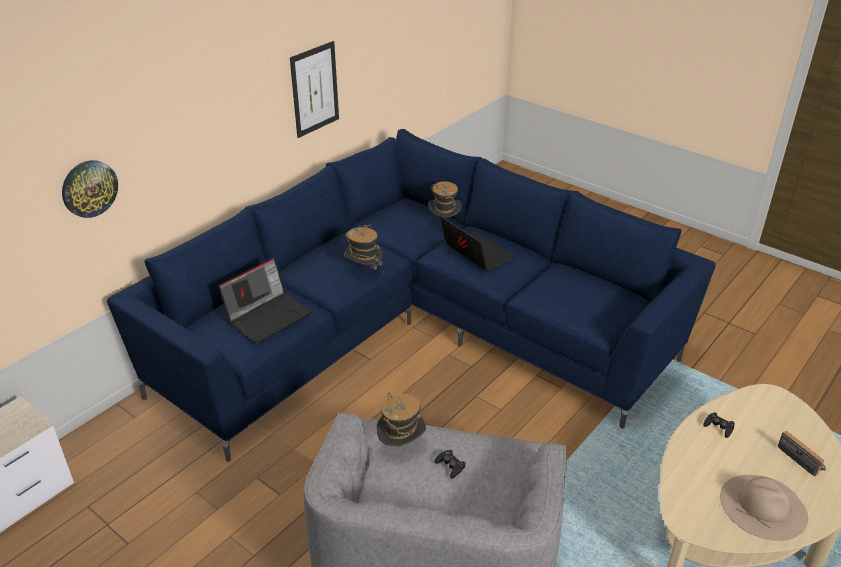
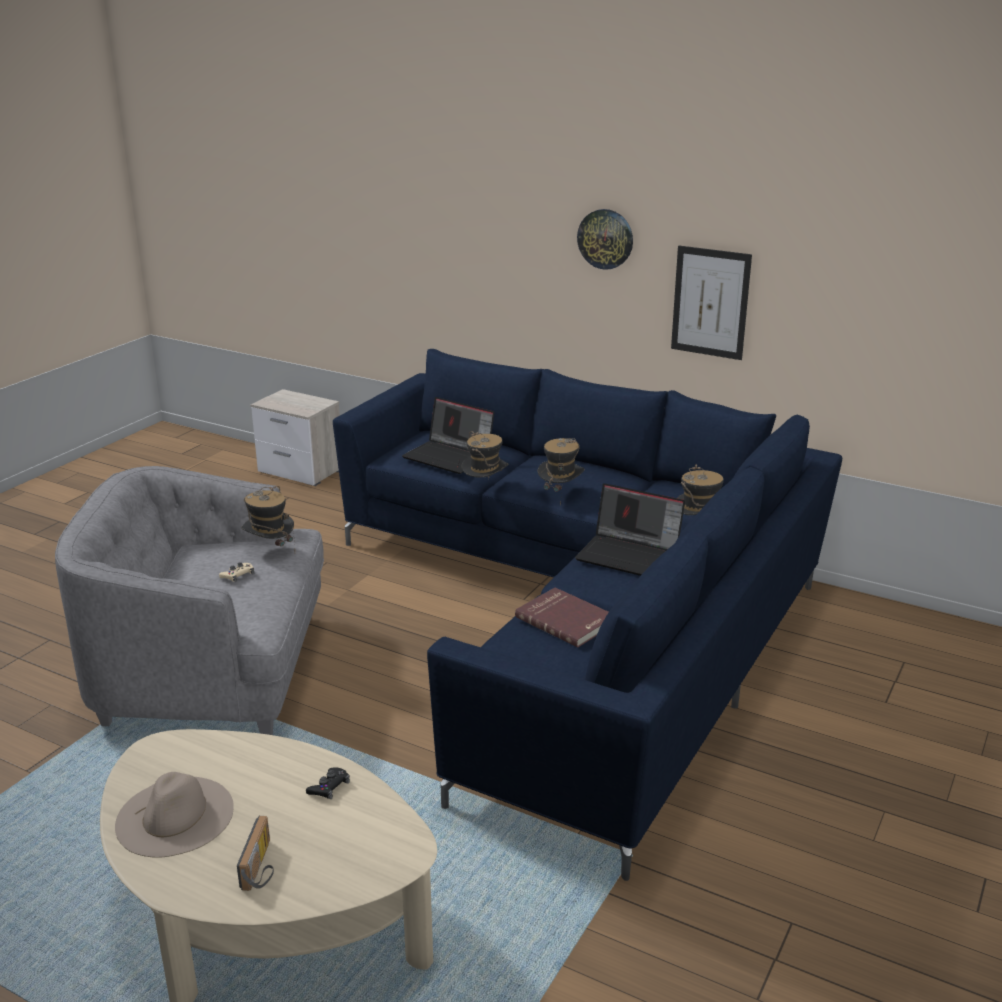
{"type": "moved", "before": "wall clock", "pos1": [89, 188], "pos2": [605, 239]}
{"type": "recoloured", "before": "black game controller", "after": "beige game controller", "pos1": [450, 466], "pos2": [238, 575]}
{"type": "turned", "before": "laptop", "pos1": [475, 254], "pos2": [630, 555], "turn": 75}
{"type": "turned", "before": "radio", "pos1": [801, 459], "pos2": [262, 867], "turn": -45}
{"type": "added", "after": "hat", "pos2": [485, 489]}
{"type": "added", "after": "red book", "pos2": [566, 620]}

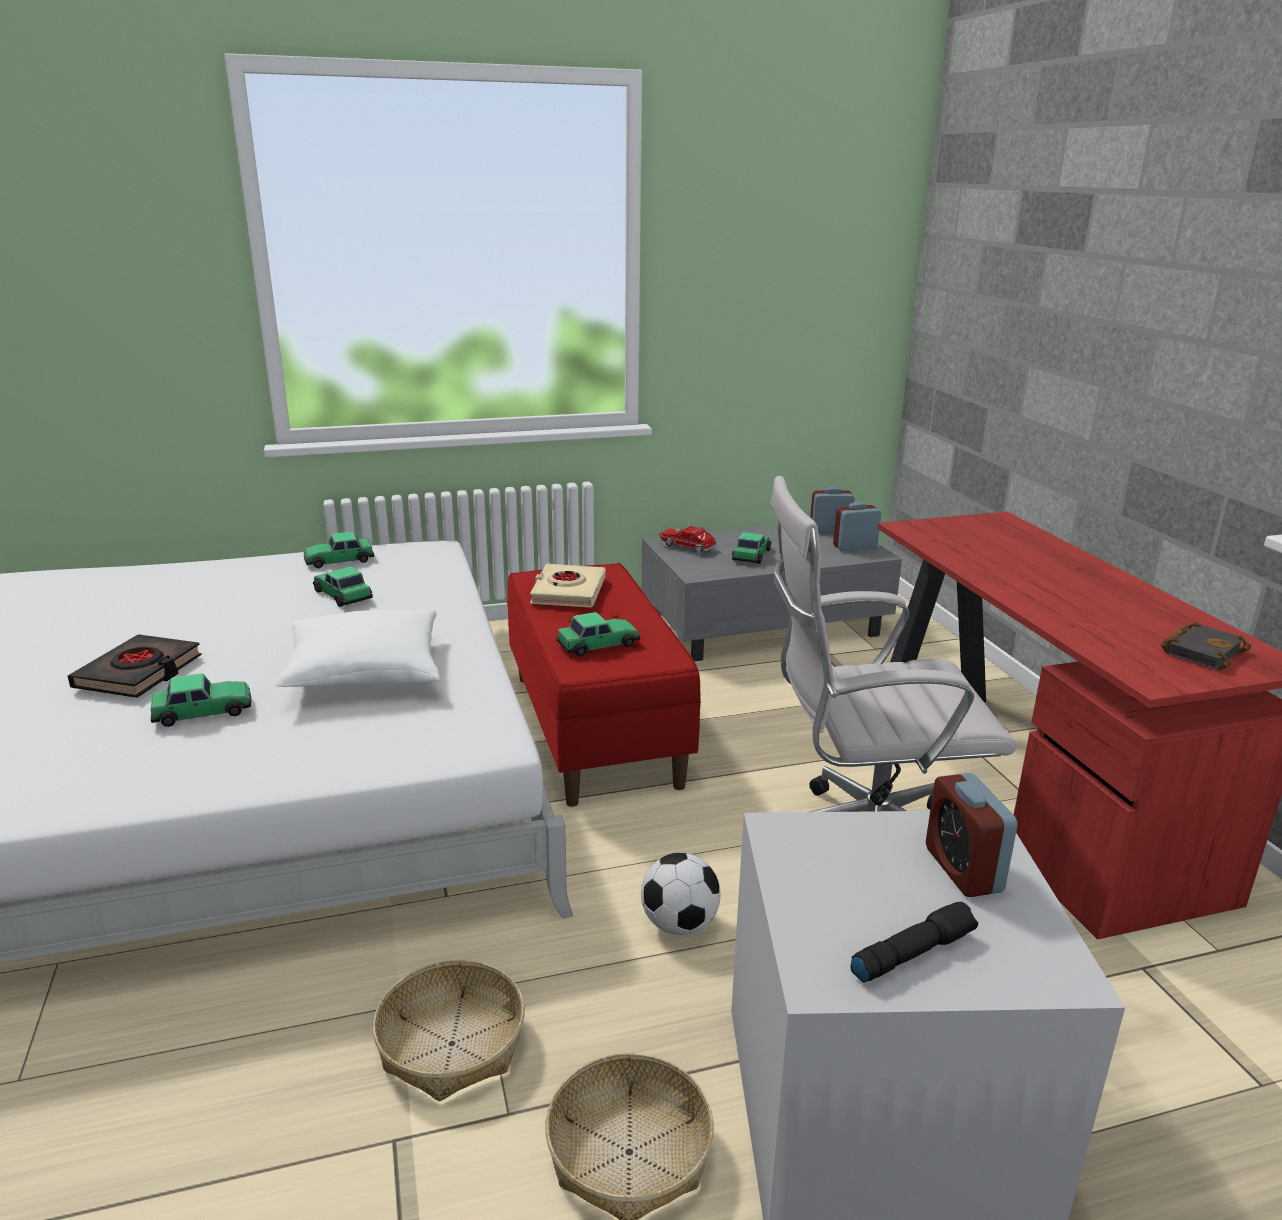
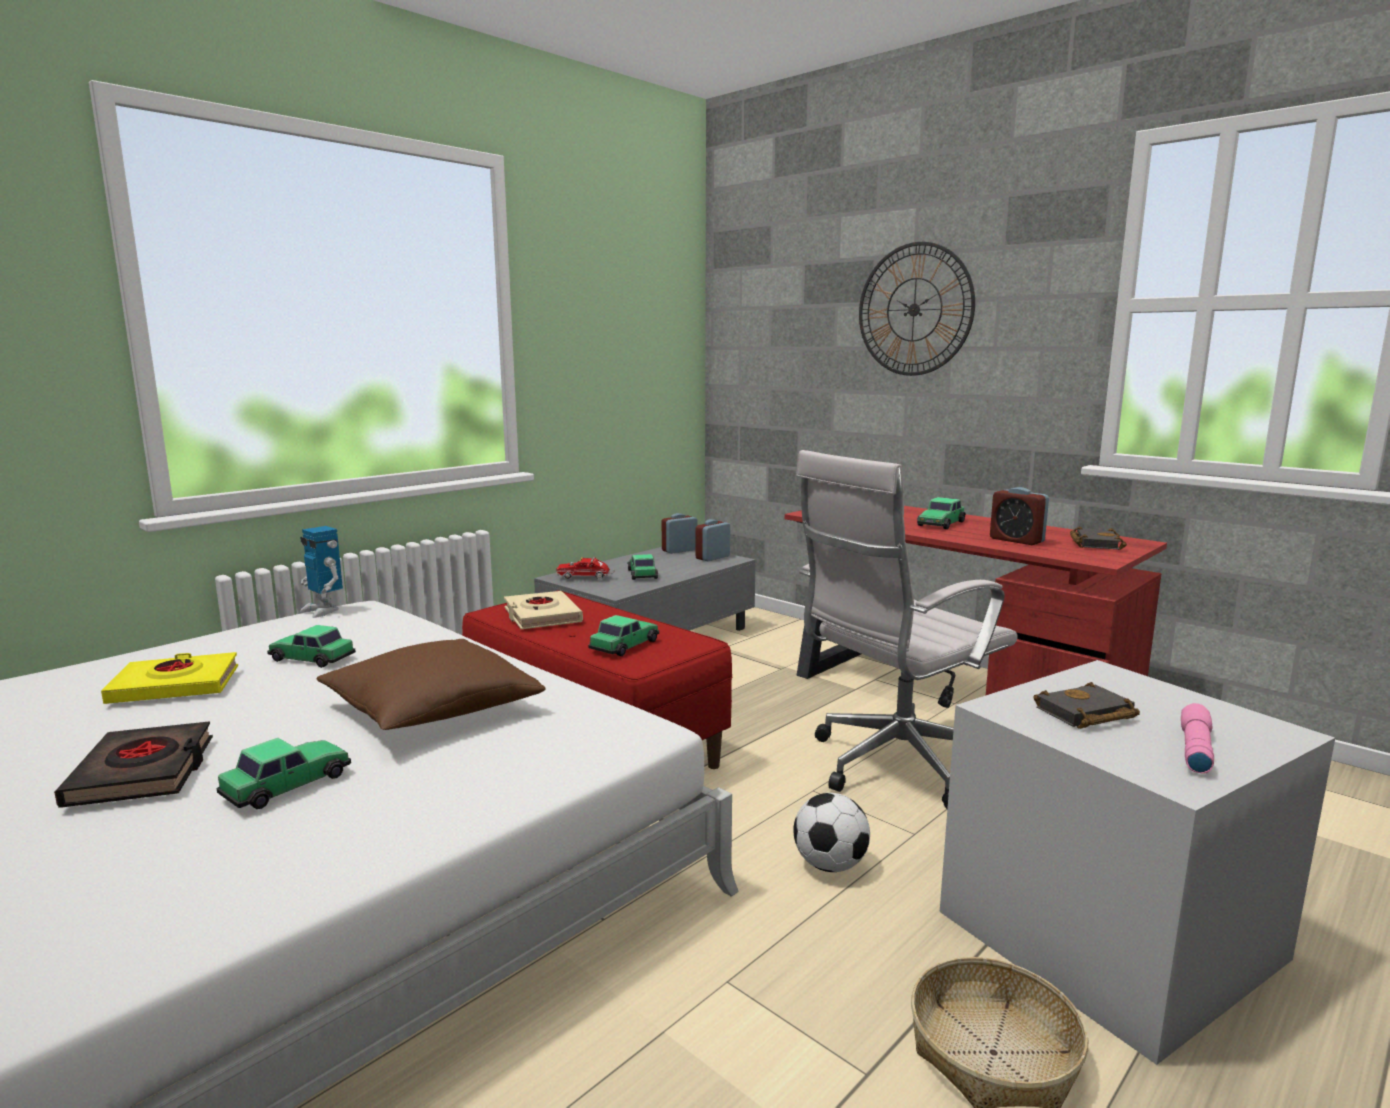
{"type": "recoloured", "before": "white pillow", "after": "brown pillow", "pos1": [364, 672], "pos2": [431, 710]}
{"type": "moved", "before": "toy car", "pos1": [339, 560], "pos2": [941, 524]}
{"type": "removed", "before": "basket", "pos1": [451, 1044]}
{"type": "recoloured", "before": "black flashlight", "after": "pink flashlight", "pos1": [912, 952], "pos2": [1194, 749]}
{"type": "moved", "before": "alarm clock", "pos1": [963, 869], "pos2": [1016, 540]}
{"type": "added", "after": "yellow book", "pos2": [175, 686]}
{"type": "added", "after": "toy robot", "pos2": [323, 610]}
{"type": "added", "after": "wall clock", "pos2": [914, 309]}
{"type": "added", "after": "black book", "pos2": [1085, 714]}

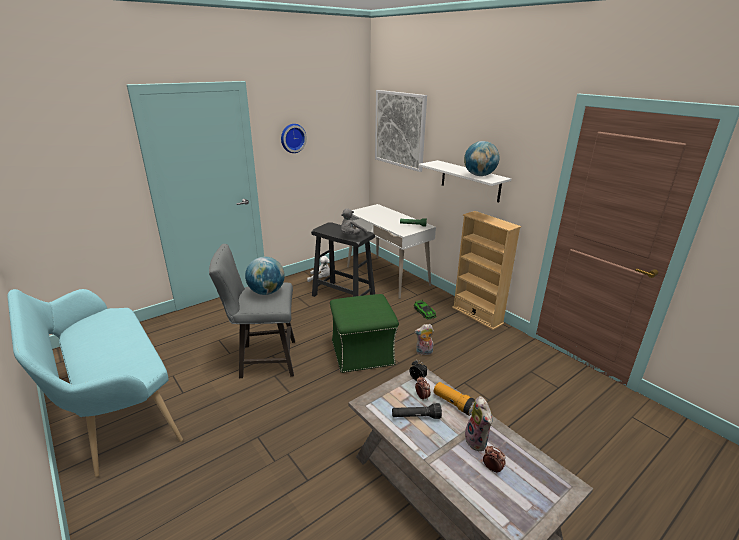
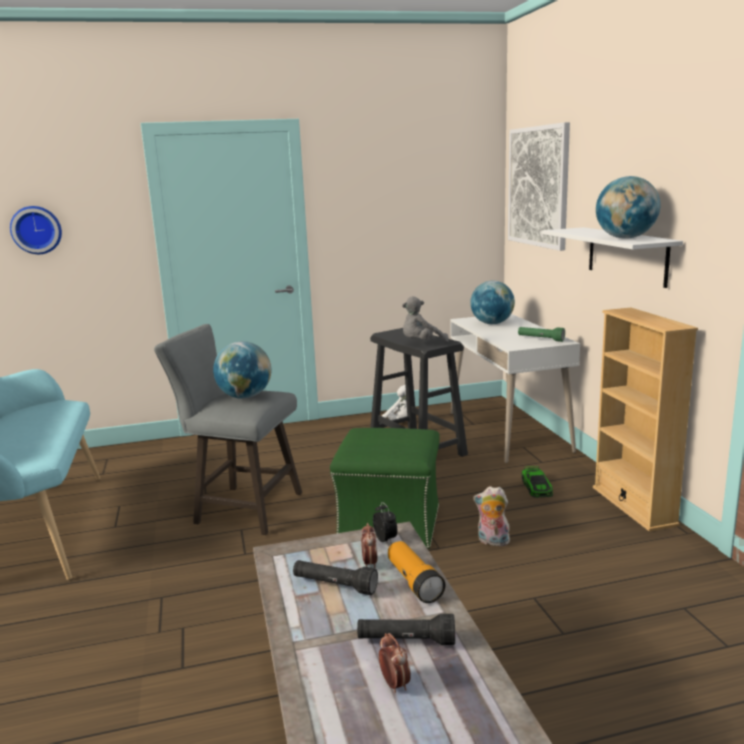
{"type": "moved", "before": "wall clock", "pos1": [292, 138], "pos2": [37, 230]}
{"type": "replaced", "before": "plush toy", "after": "black flashlight", "pos1": [478, 441], "pos2": [406, 641]}
{"type": "added", "after": "globe", "pos2": [492, 323]}

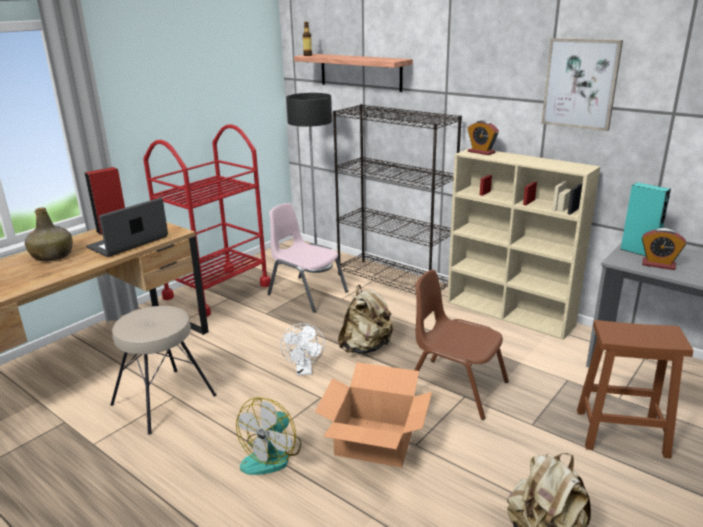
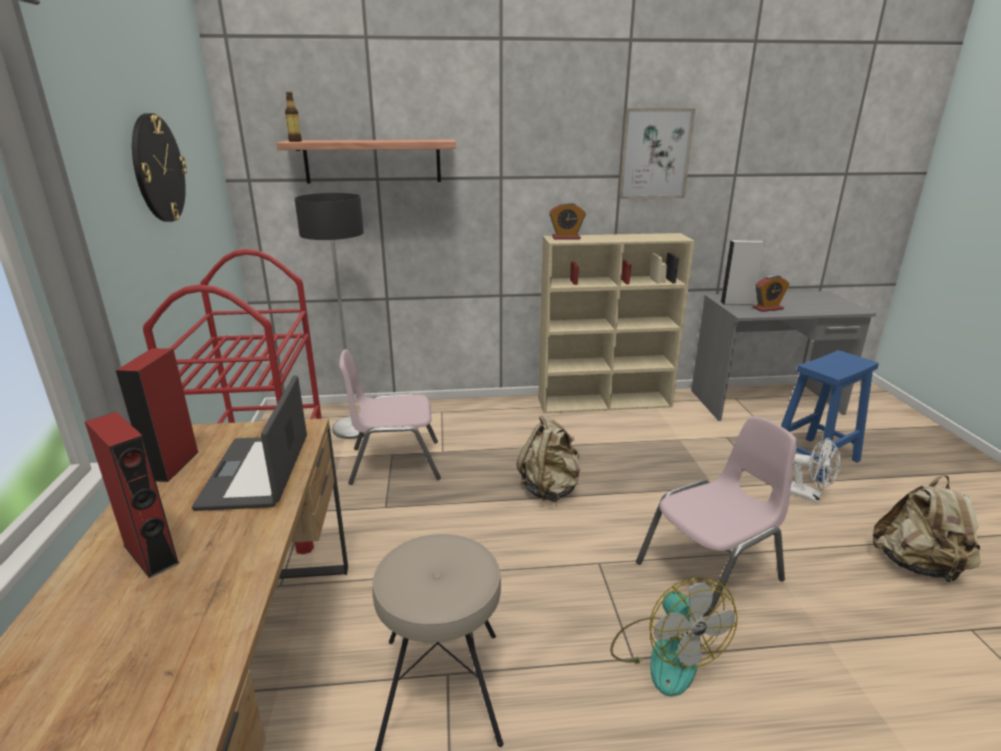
{"type": "replaced", "before": "green bottle", "after": "red speaker", "pos1": [53, 256], "pos2": [151, 554]}
{"type": "moved", "before": "white fan", "pos1": [304, 370], "pos2": [809, 495]}
{"type": "replaced", "before": "cardboard box", "after": "pink chair", "pos1": [375, 441], "pos2": [711, 572]}
{"type": "removed", "before": "black bookcase", "pos1": [394, 281]}
{"type": "removed", "before": "brown chair", "pos1": [455, 387]}
{"type": "recoloured", "before": "brown stool", "after": "blue stool", "pos1": [619, 433], "pos2": [814, 459]}
{"type": "recoloured", "before": "turquoise speaker", "after": "grey speaker", "pos1": [638, 251], "pos2": [737, 303]}
{"type": "added", "after": "wall clock", "pos2": [158, 169]}

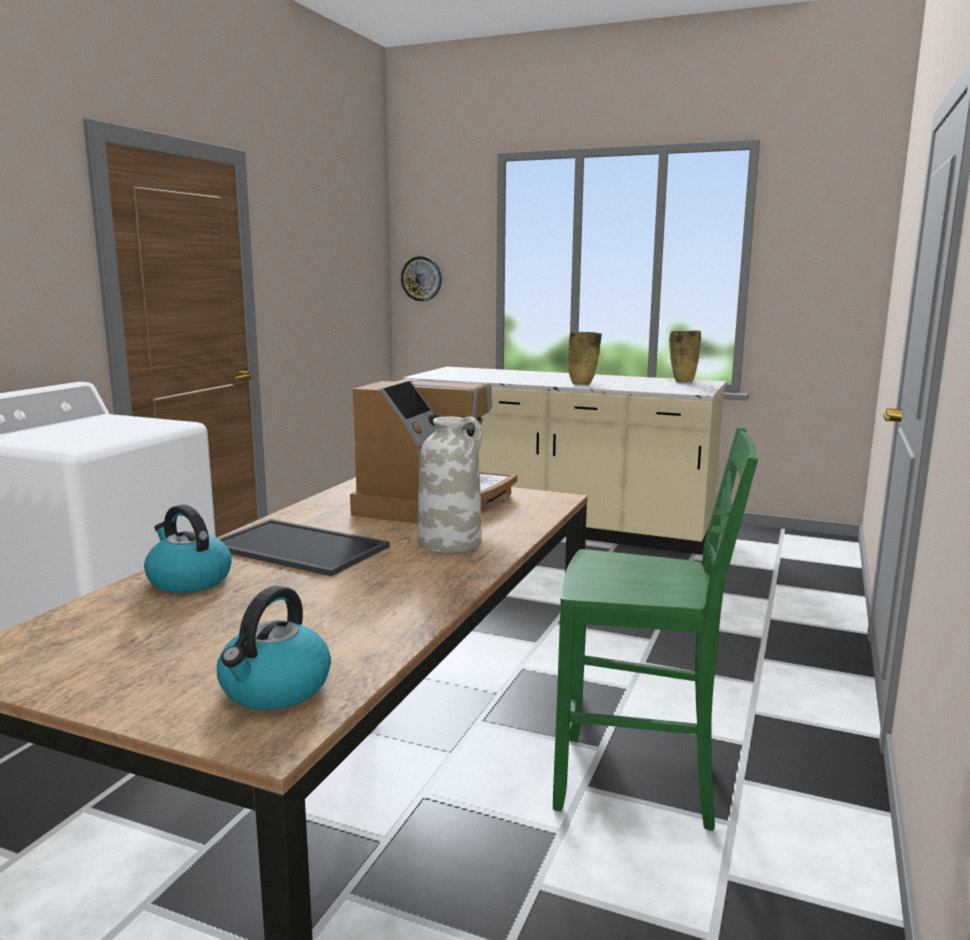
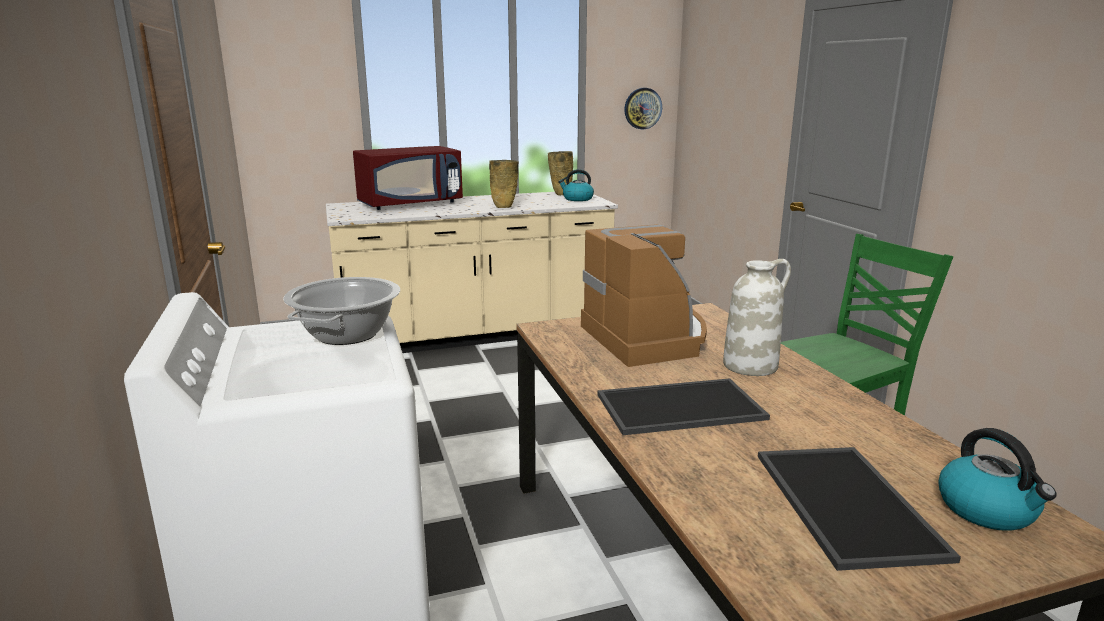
{"type": "moved", "before": "kettle", "pos1": [188, 580], "pos2": [577, 199]}
{"type": "moved", "before": "wall clock", "pos1": [421, 278], "pos2": [642, 108]}
{"type": "added", "after": "cooking pot", "pos2": [347, 334]}
{"type": "added", "after": "red microwave", "pos2": [411, 204]}
{"type": "added", "after": "tray", "pos2": [842, 502]}

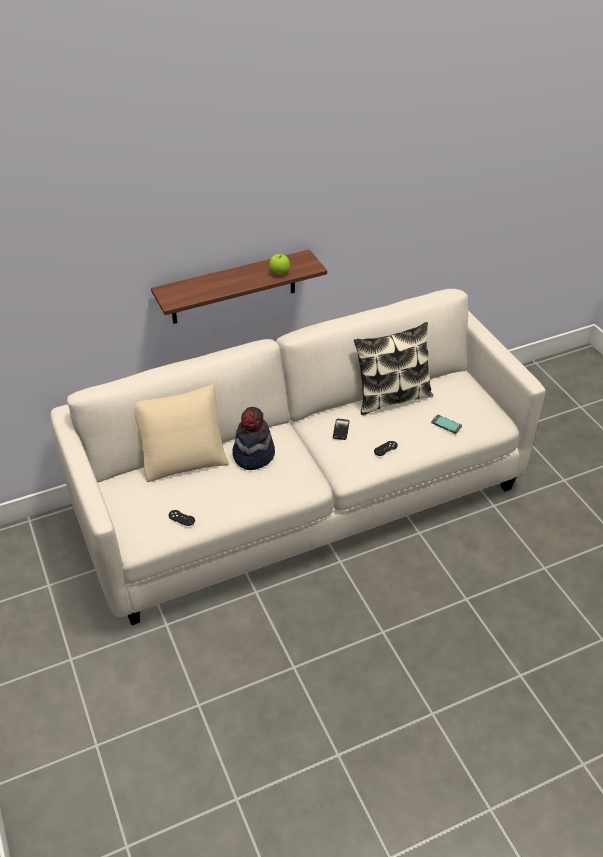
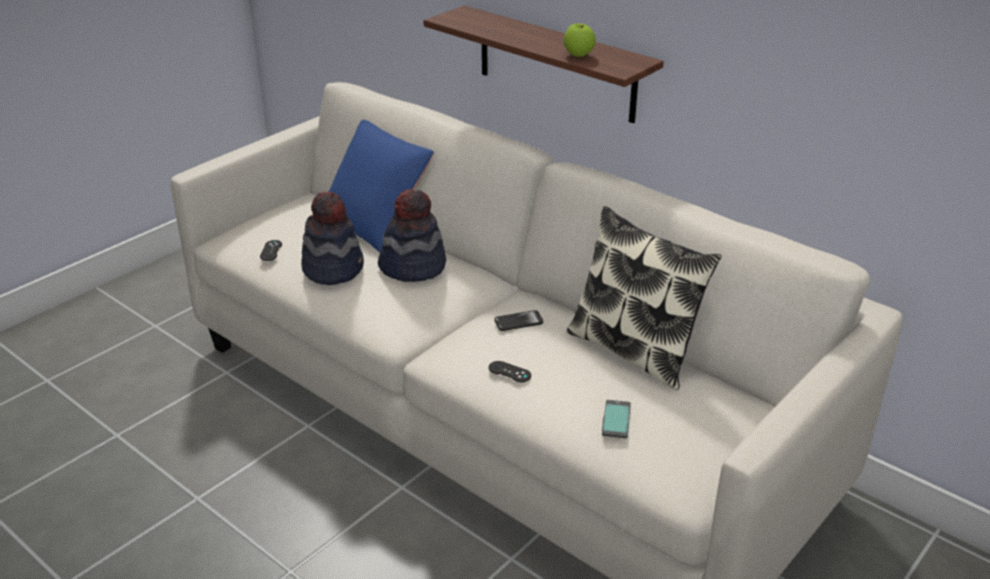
{"type": "recoloured", "before": "beige pillow", "after": "blue pillow", "pos1": [183, 457], "pos2": [376, 224]}
{"type": "added", "after": "hat", "pos2": [333, 268]}

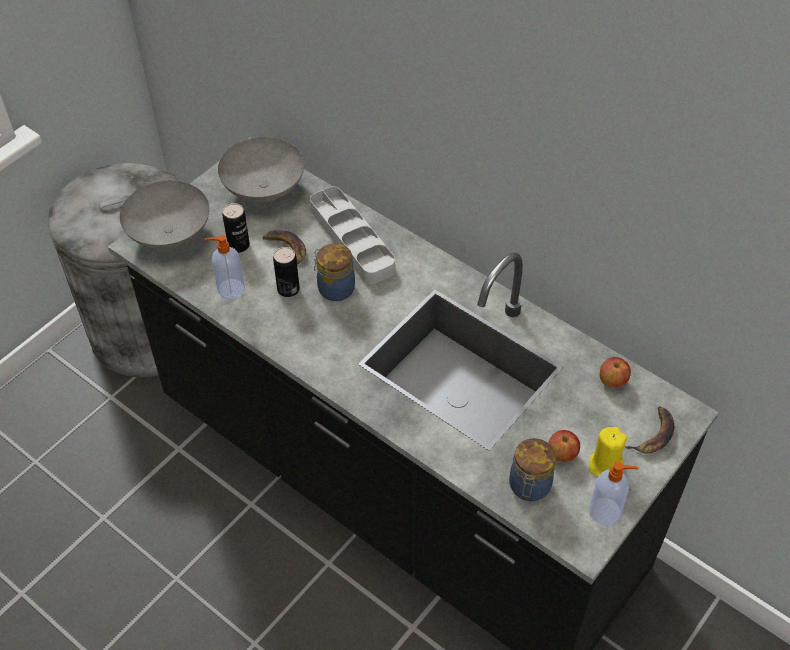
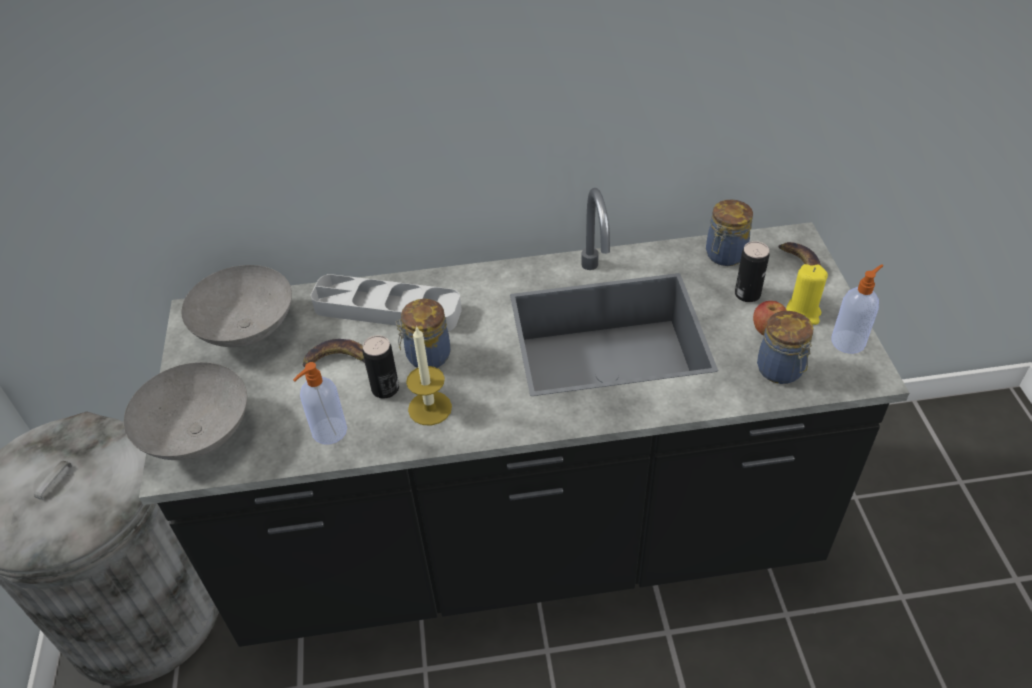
{"type": "moved", "before": "can", "pos1": [238, 245], "pos2": [747, 294]}
{"type": "replaced", "before": "apple", "after": "jar", "pos1": [612, 381], "pos2": [724, 255]}
{"type": "added", "after": "candle", "pos2": [430, 408]}

